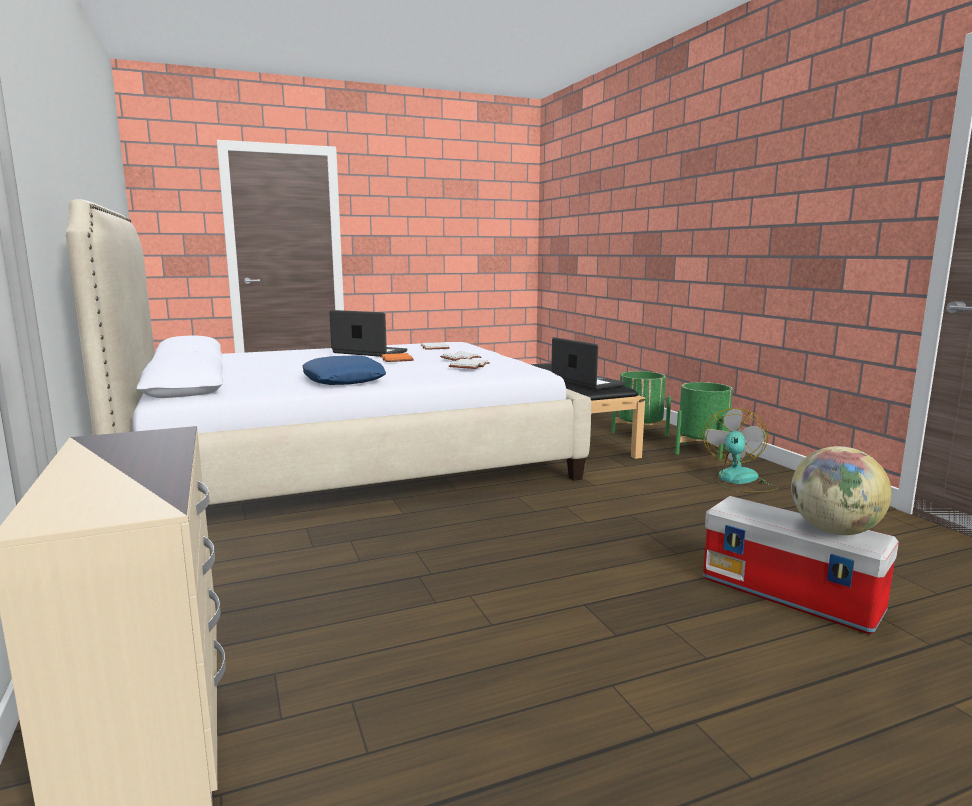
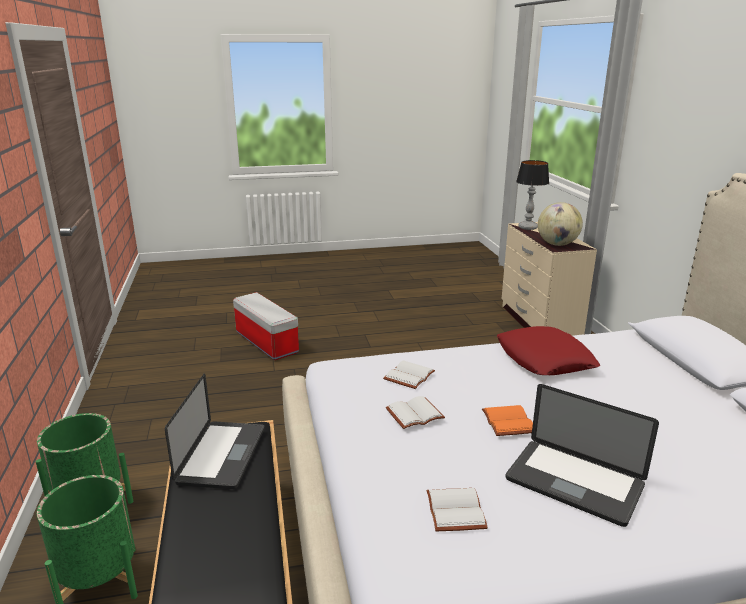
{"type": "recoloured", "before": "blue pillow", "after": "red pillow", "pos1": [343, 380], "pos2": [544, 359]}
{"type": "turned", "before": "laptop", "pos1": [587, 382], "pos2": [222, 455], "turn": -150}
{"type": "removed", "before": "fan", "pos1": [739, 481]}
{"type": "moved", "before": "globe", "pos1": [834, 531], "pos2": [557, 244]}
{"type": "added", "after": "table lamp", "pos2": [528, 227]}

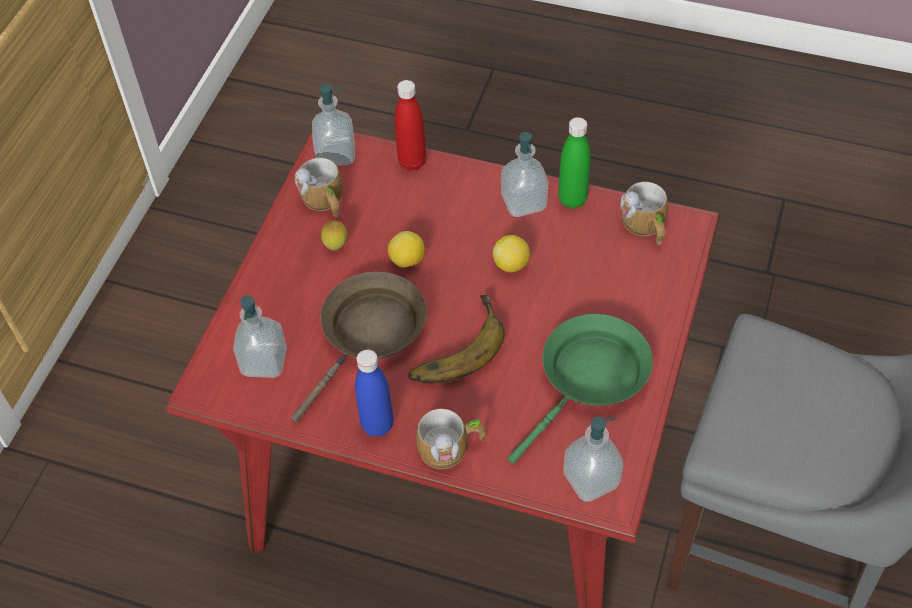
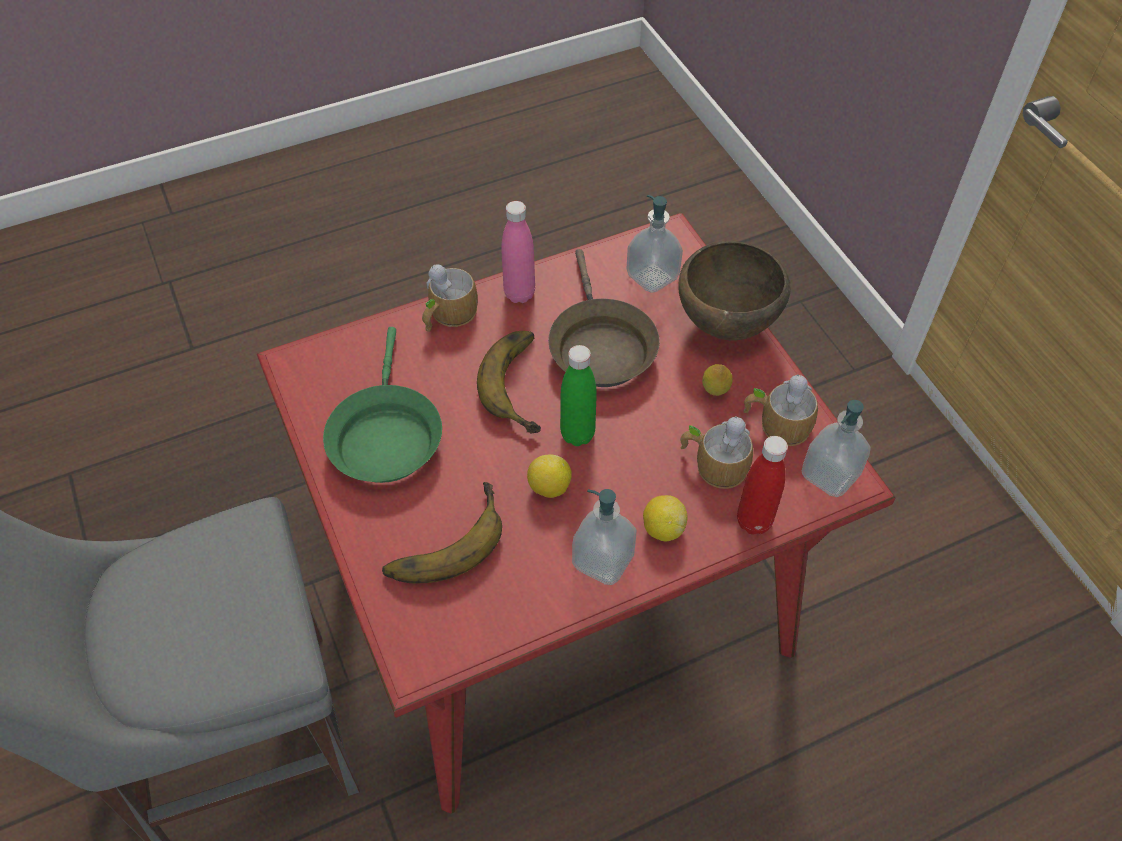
{"type": "recoloured", "before": "blue bottle", "after": "pink bottle", "pos1": [377, 425], "pos2": [519, 294]}
{"type": "moved", "before": "lemon", "pos1": [407, 261], "pos2": [663, 529]}
{"type": "moved", "before": "green bottle", "pos1": [572, 199], "pos2": [577, 434]}
{"type": "removed", "before": "soap dispenser", "pos1": [591, 479]}
{"type": "moved", "before": "mug", "pos1": [645, 227], "pos2": [713, 463]}
{"type": "added", "after": "banana", "pos2": [442, 539]}
{"type": "added", "after": "brown bowl", "pos2": [725, 326]}

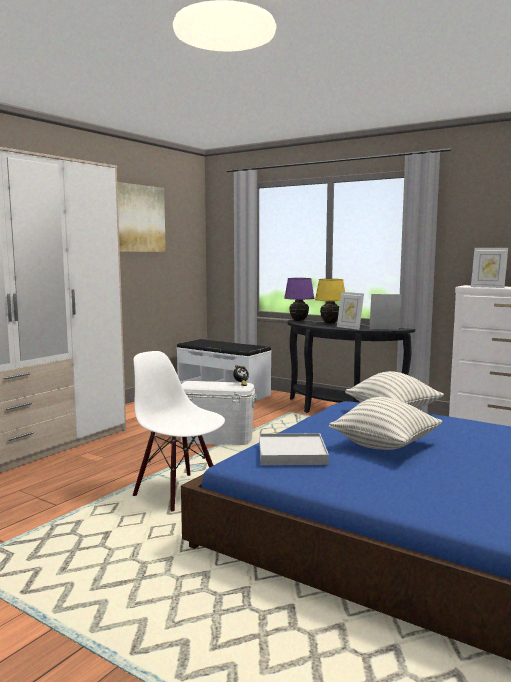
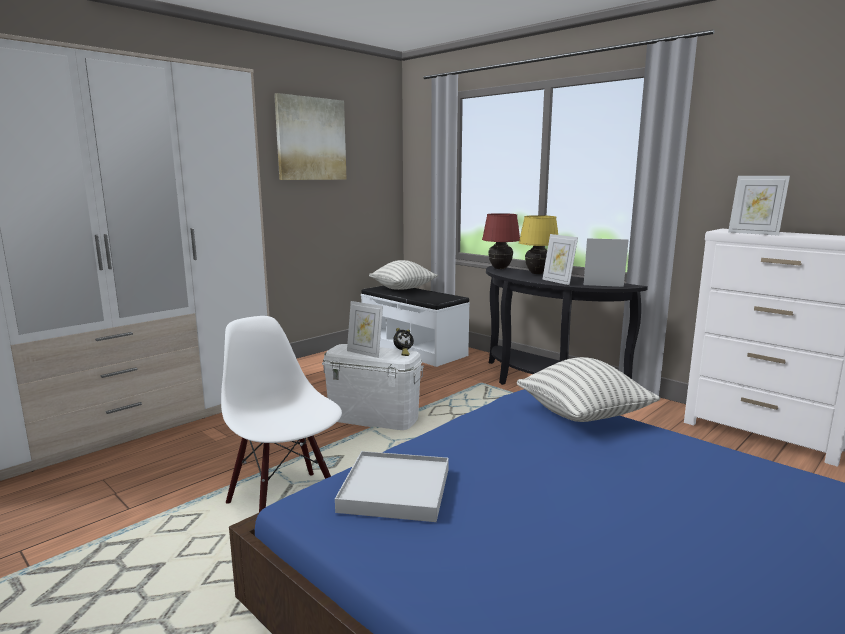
{"type": "recoloured", "before": "purple table lamp", "after": "red table lamp", "pos1": [298, 321], "pos2": [500, 269]}
{"type": "moved", "before": "pillow", "pos1": [385, 446], "pos2": [403, 289]}
{"type": "added", "after": "picture frame", "pos2": [365, 353]}

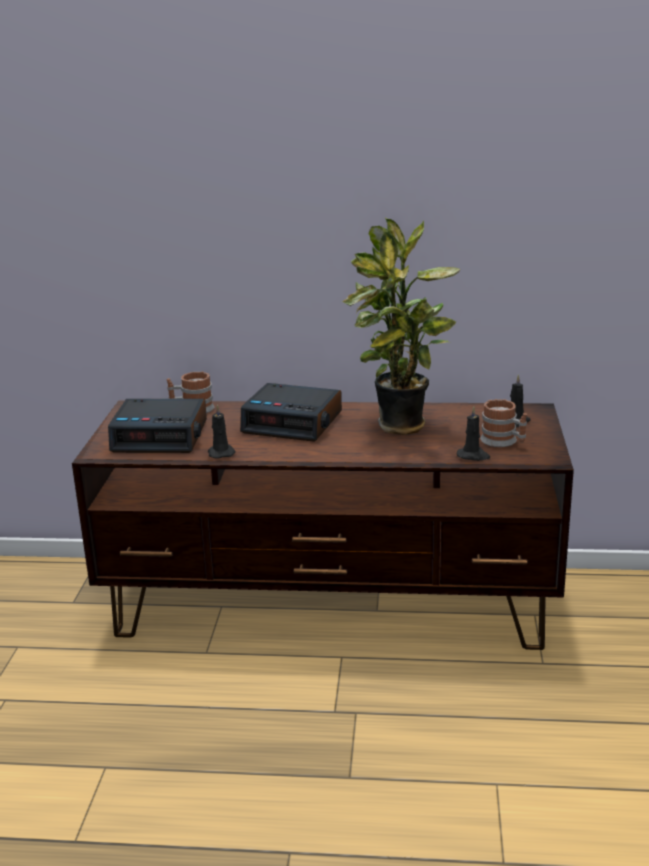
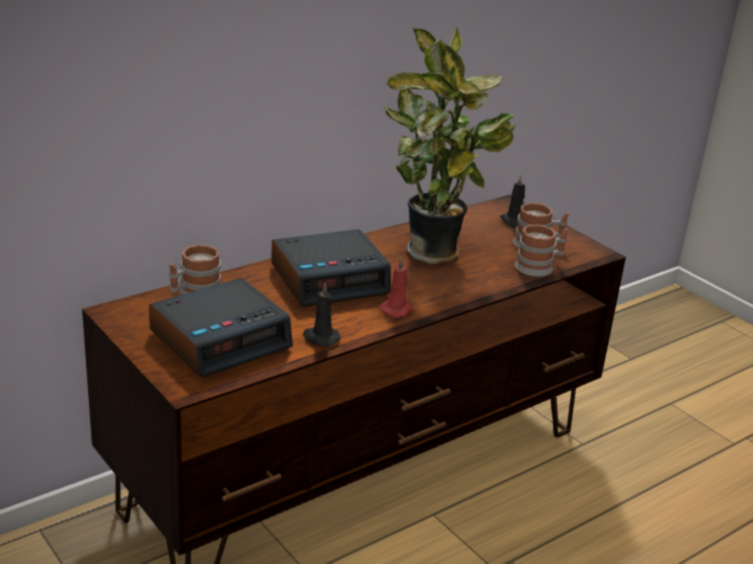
{"type": "replaced", "before": "black candle", "after": "mug", "pos1": [473, 456], "pos2": [539, 267]}
{"type": "added", "after": "red candle", "pos2": [397, 309]}

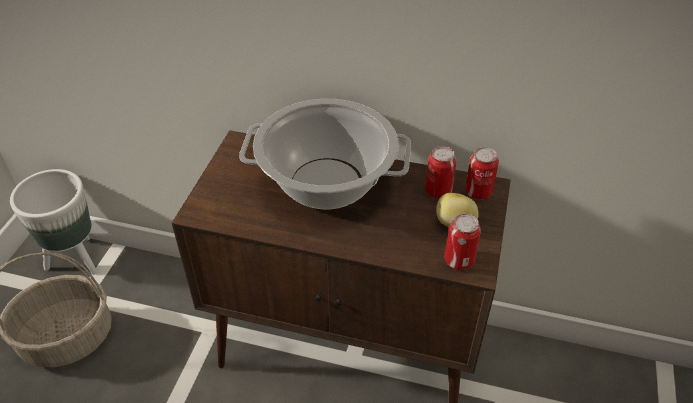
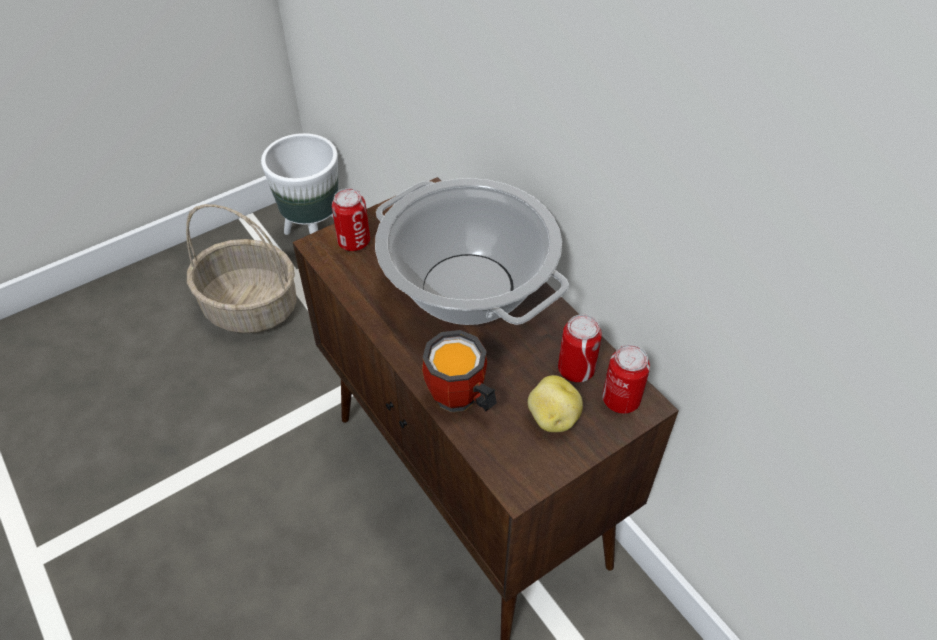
{"type": "moved", "before": "can", "pos1": [459, 260], "pos2": [354, 242]}
{"type": "added", "after": "mug", "pos2": [459, 402]}

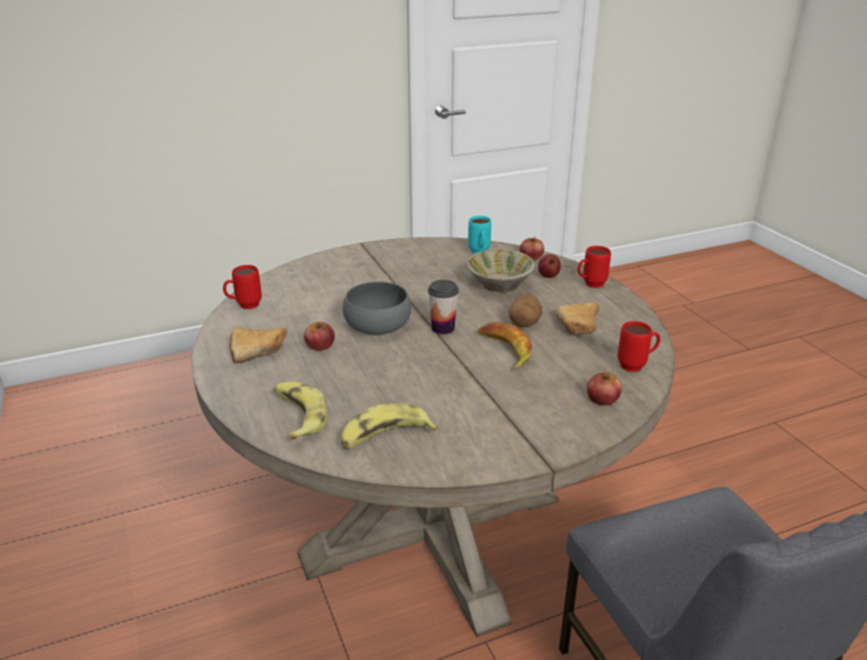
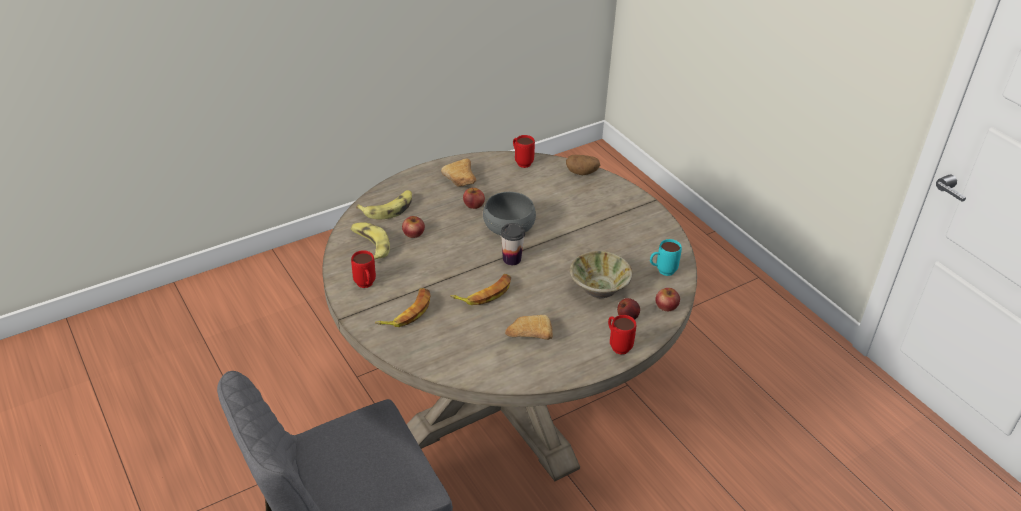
{"type": "moved", "before": "potato", "pos1": [524, 322], "pos2": [582, 173]}
{"type": "moved", "before": "apple", "pos1": [602, 399], "pos2": [413, 233]}
{"type": "moved", "before": "red mug", "pos1": [636, 366], "pos2": [366, 286]}
{"type": "added", "after": "banana", "pos2": [407, 312]}

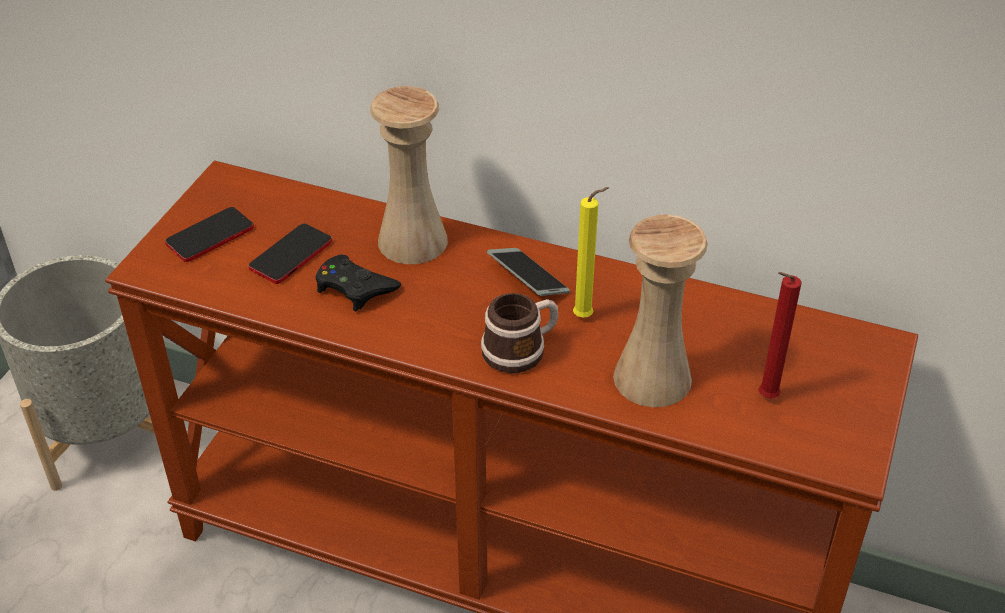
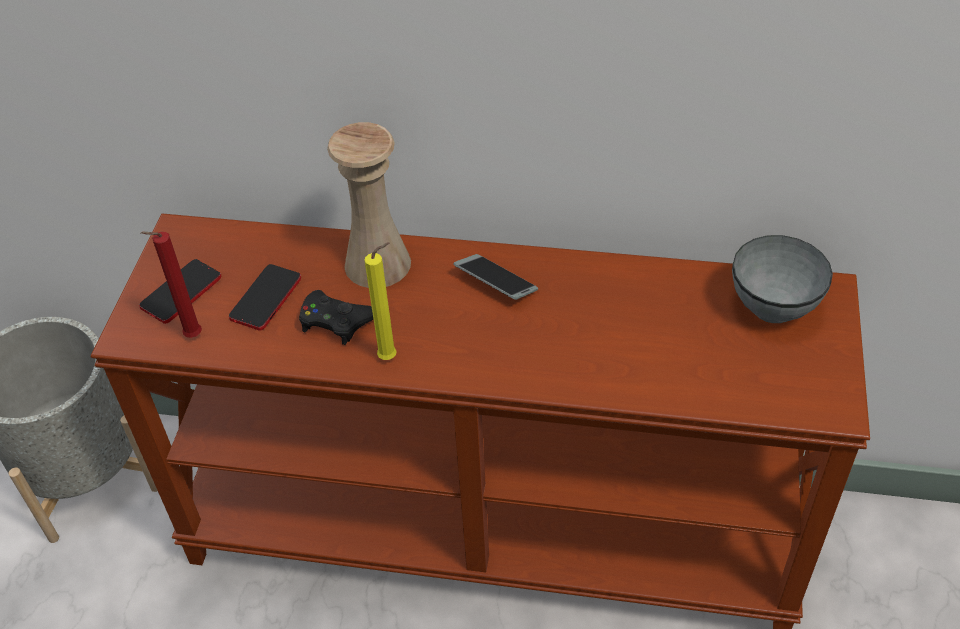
{"type": "removed", "before": "mug", "pos1": [521, 349]}
{"type": "moved", "before": "yellow candle", "pos1": [586, 317], "pos2": [391, 357]}
{"type": "removed", "before": "beige vase", "pos1": [652, 378]}
{"type": "moved", "before": "red candle", "pos1": [764, 398], "pos2": [190, 337]}
{"type": "added", "after": "grey bowl", "pos2": [774, 307]}

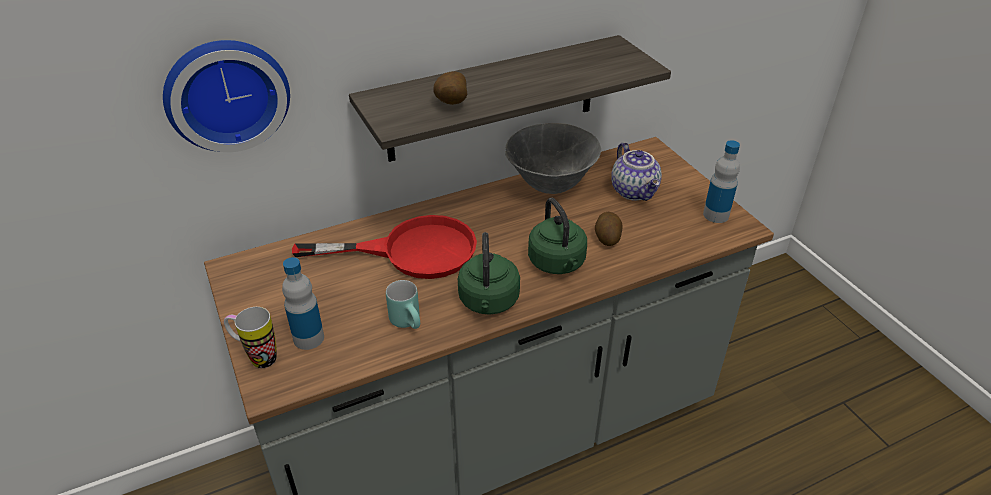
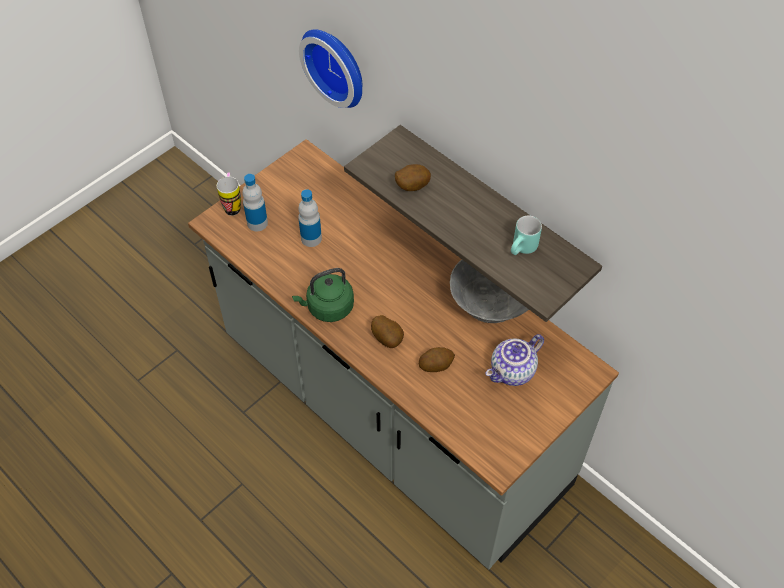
{"type": "removed", "before": "red frying pan", "pos1": [412, 251]}
{"type": "moved", "before": "turquoise mug", "pos1": [410, 322], "pos2": [523, 250]}
{"type": "replaced", "before": "green kettle", "after": "potato", "pos1": [558, 264], "pos2": [388, 339]}
{"type": "moved", "before": "bottle", "pos1": [716, 215], "pos2": [311, 238]}

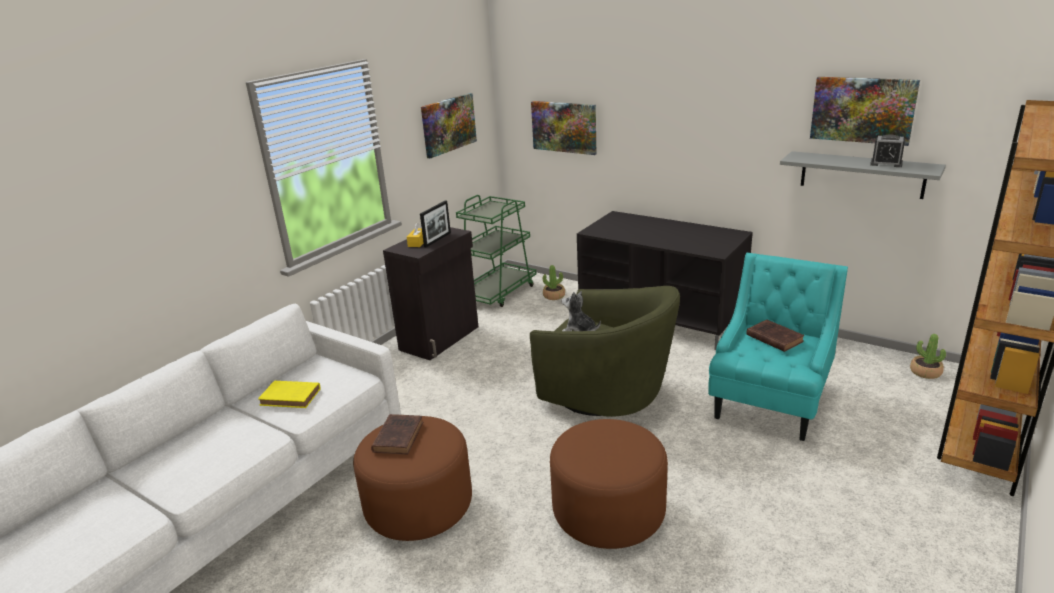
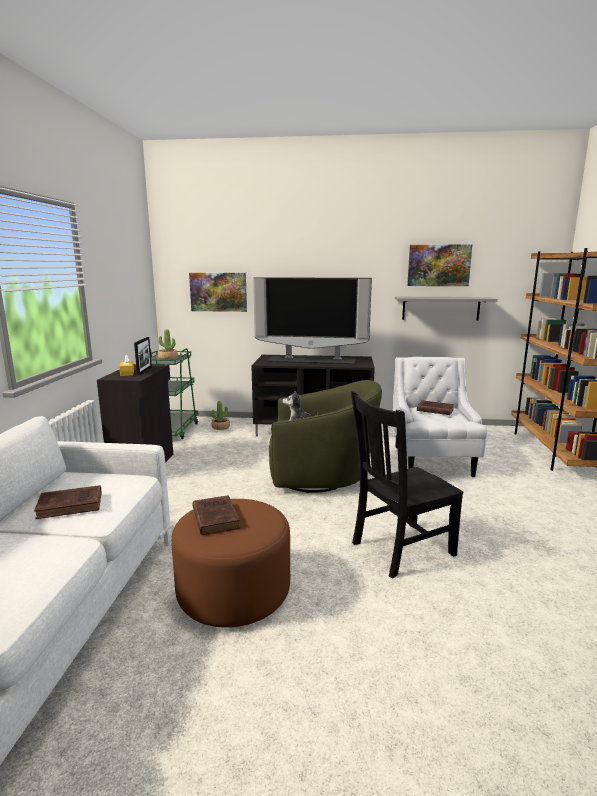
{"type": "recoloured", "before": "yellow book", "after": "brown book", "pos1": [292, 397], "pos2": [72, 505]}
{"type": "removed", "before": "picture", "pos1": [448, 124]}
{"type": "replaced", "before": "brown ottoman", "after": "black chair", "pos1": [608, 511], "pos2": [400, 549]}
{"type": "recoloured", "before": "turquoise armchair", "after": "white armchair", "pos1": [770, 403], "pos2": [432, 461]}
{"type": "removed", "before": "alarm clock", "pos1": [886, 163]}
{"type": "moved", "before": "potted plant", "pos1": [925, 372], "pos2": [168, 358]}
{"type": "added", "after": "television", "pos2": [312, 360]}

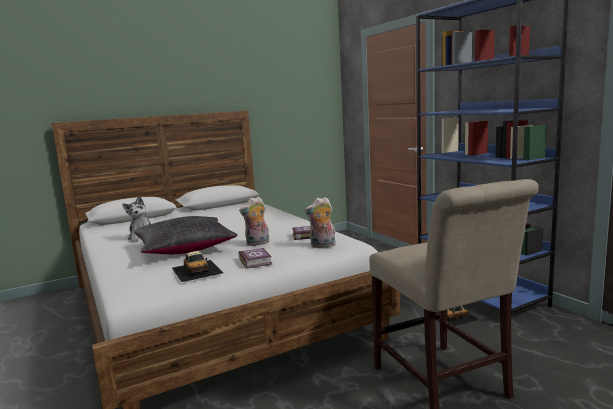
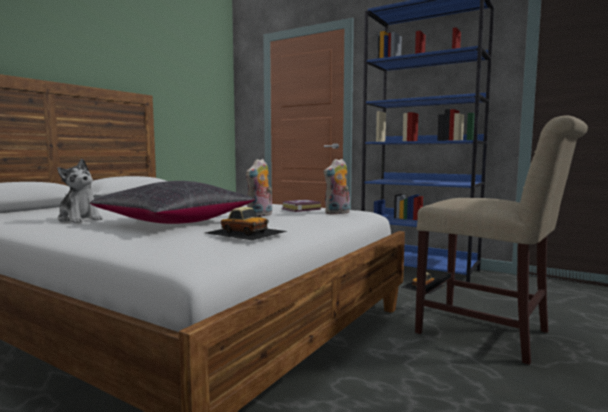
{"type": "removed", "before": "book", "pos1": [255, 261]}

